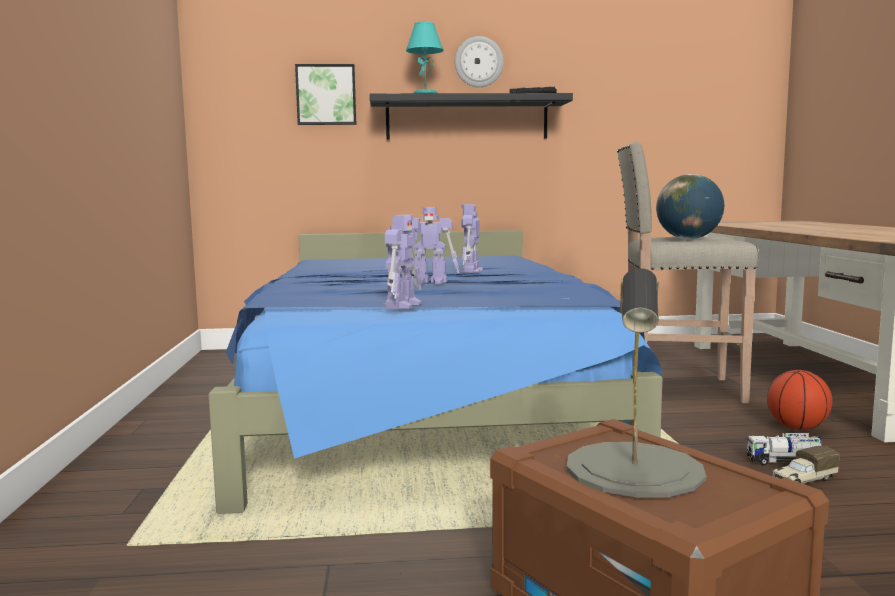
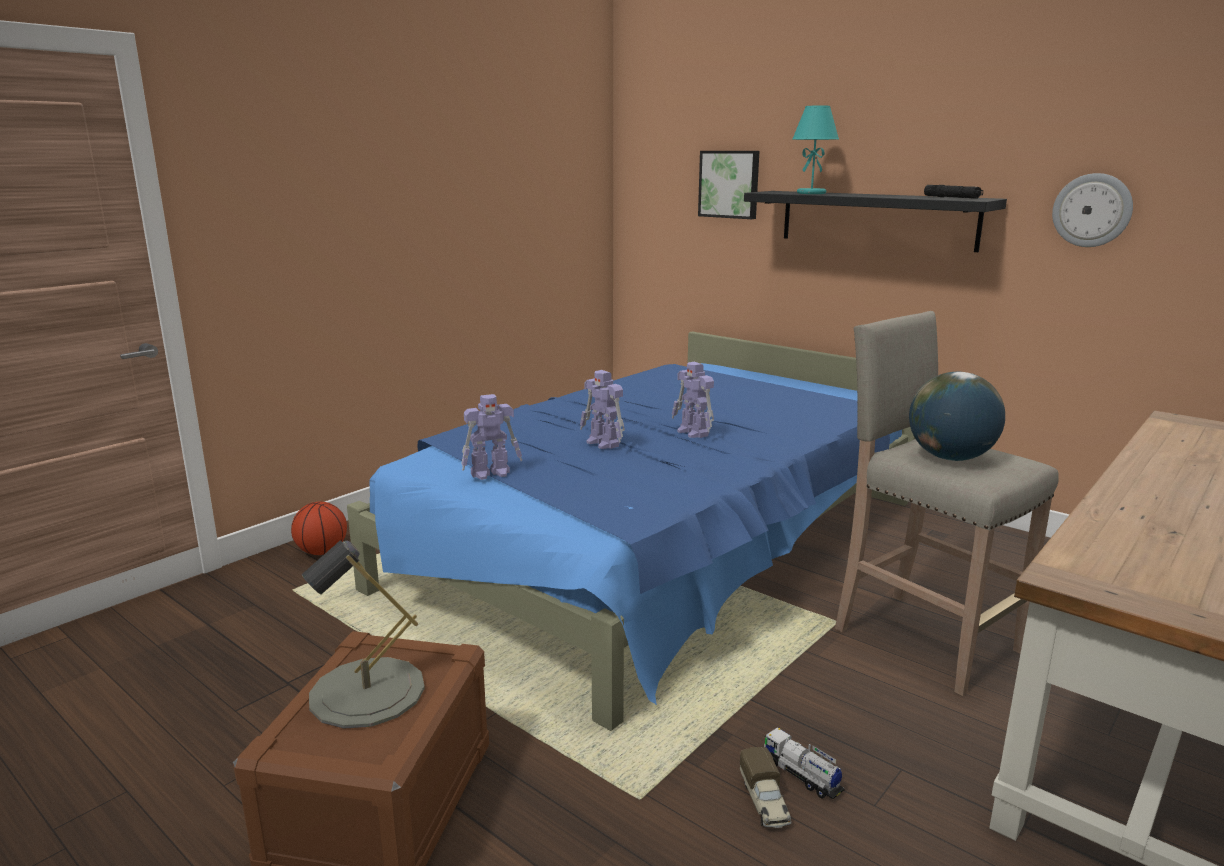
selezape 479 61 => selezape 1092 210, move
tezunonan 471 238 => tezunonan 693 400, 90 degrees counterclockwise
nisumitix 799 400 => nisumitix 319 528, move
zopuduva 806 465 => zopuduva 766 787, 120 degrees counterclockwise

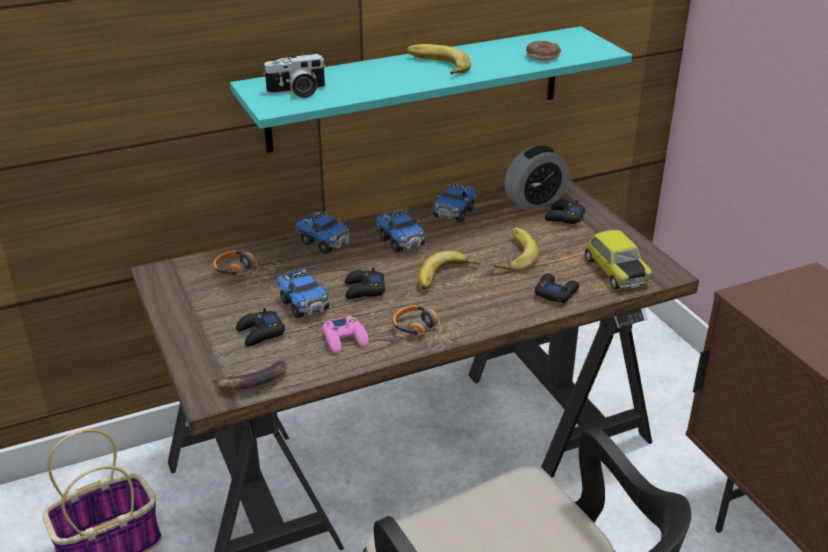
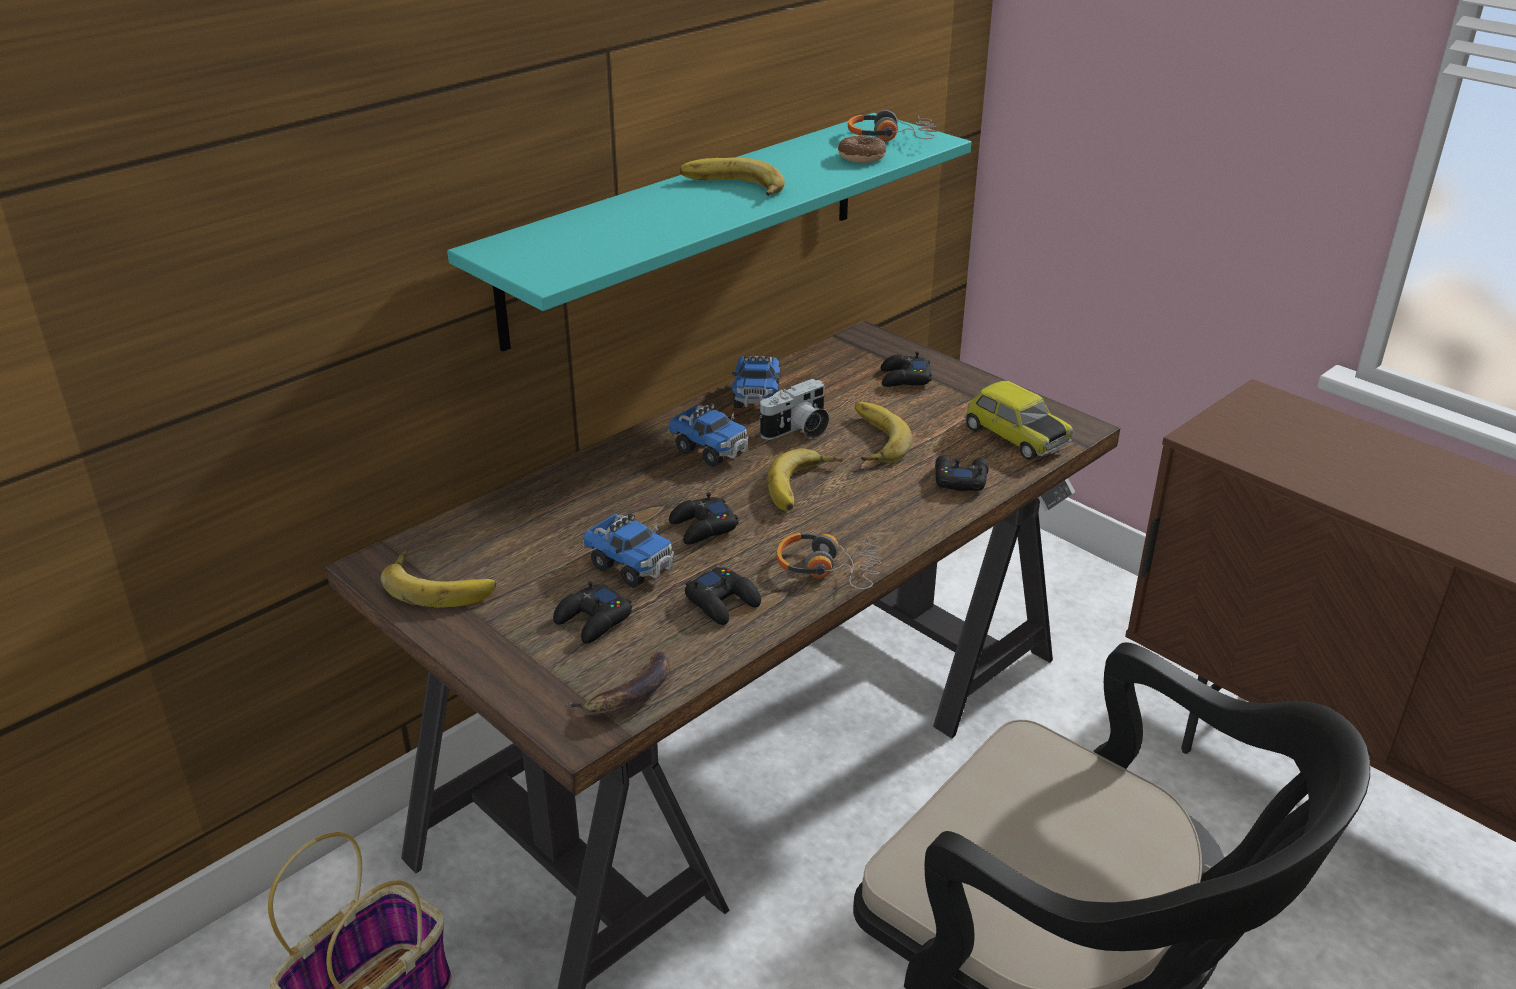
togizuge 246 268 => togizuge 892 125, move
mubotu 294 76 => mubotu 794 409, move
zopuduva 323 232 => nothing
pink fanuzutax 346 335 => black fanuzutax 723 596
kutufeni 536 178 => nothing
nothing => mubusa 438 579

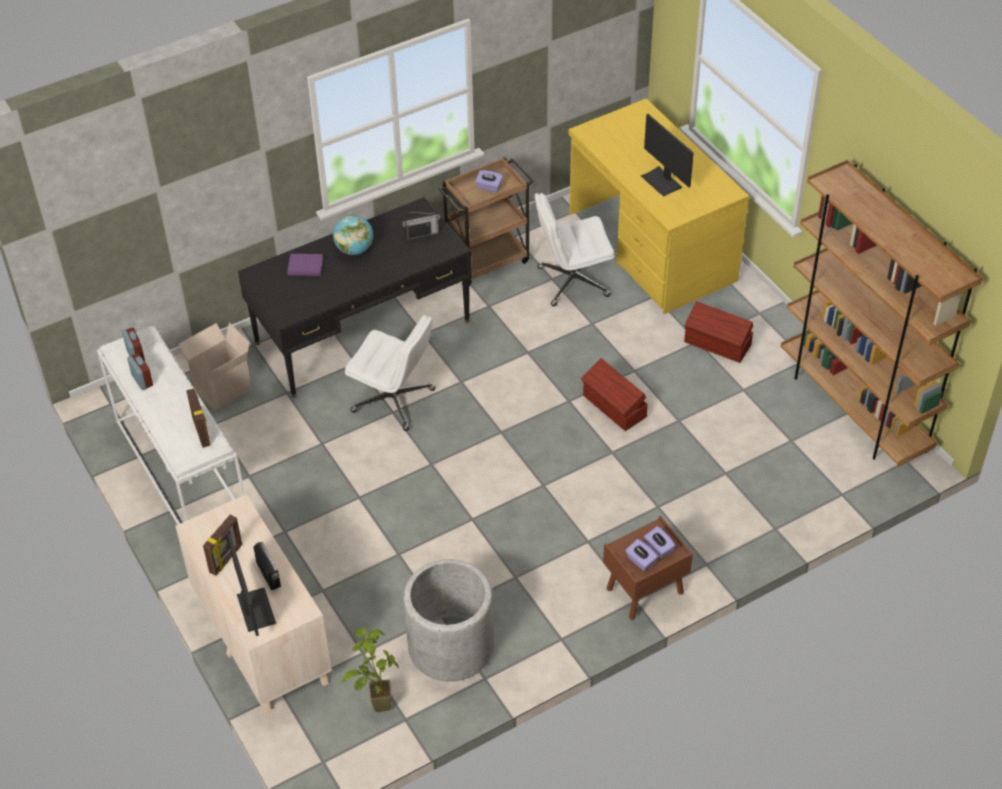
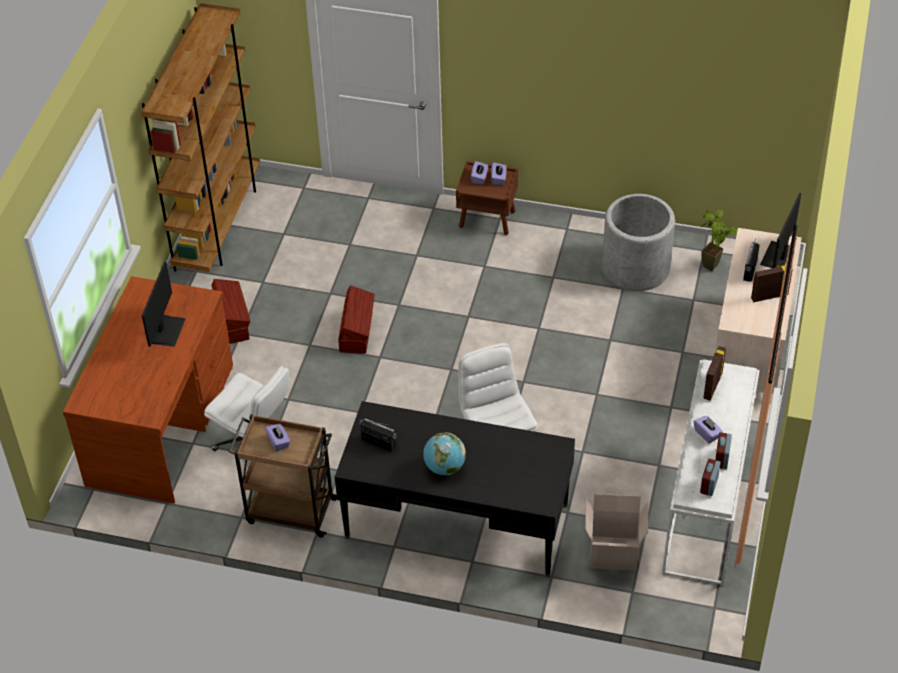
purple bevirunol 305 265 => nothing
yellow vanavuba 658 206 => brown vanavuba 148 390
nothing => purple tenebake 708 430

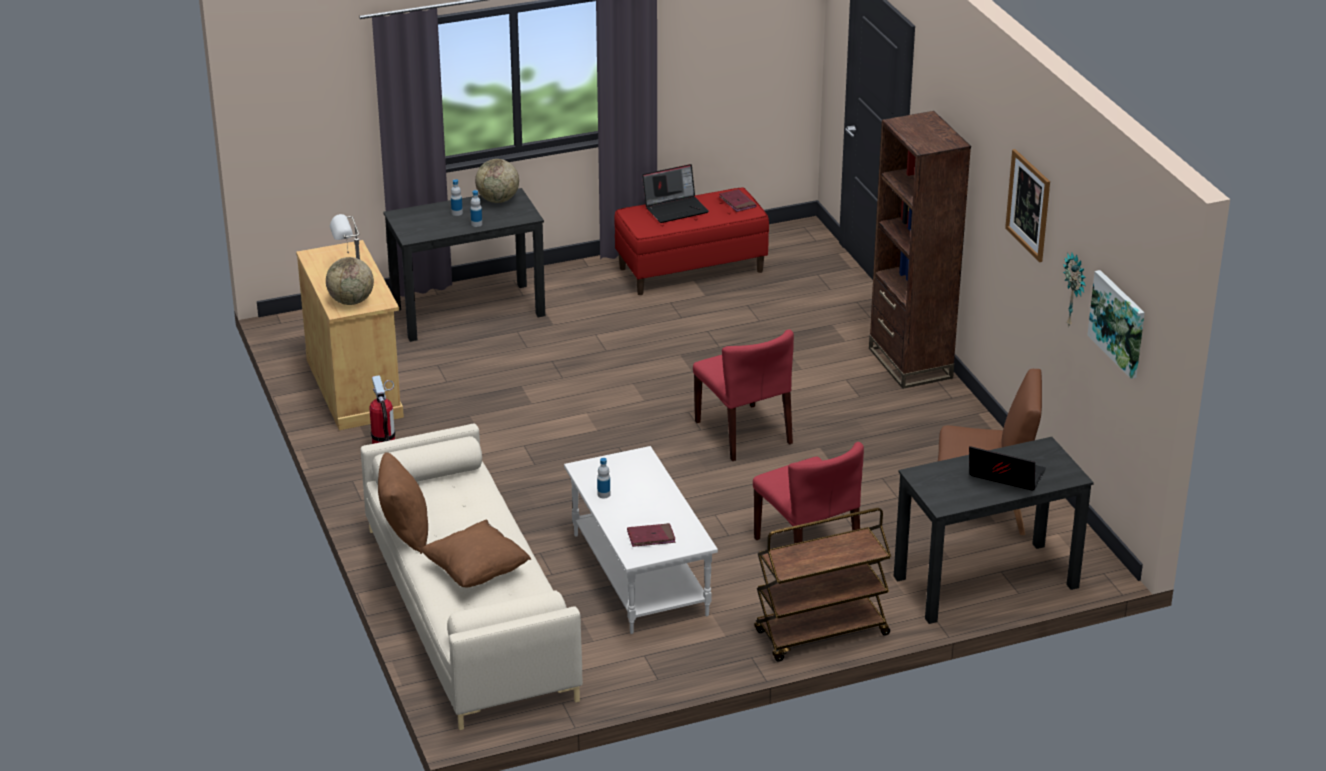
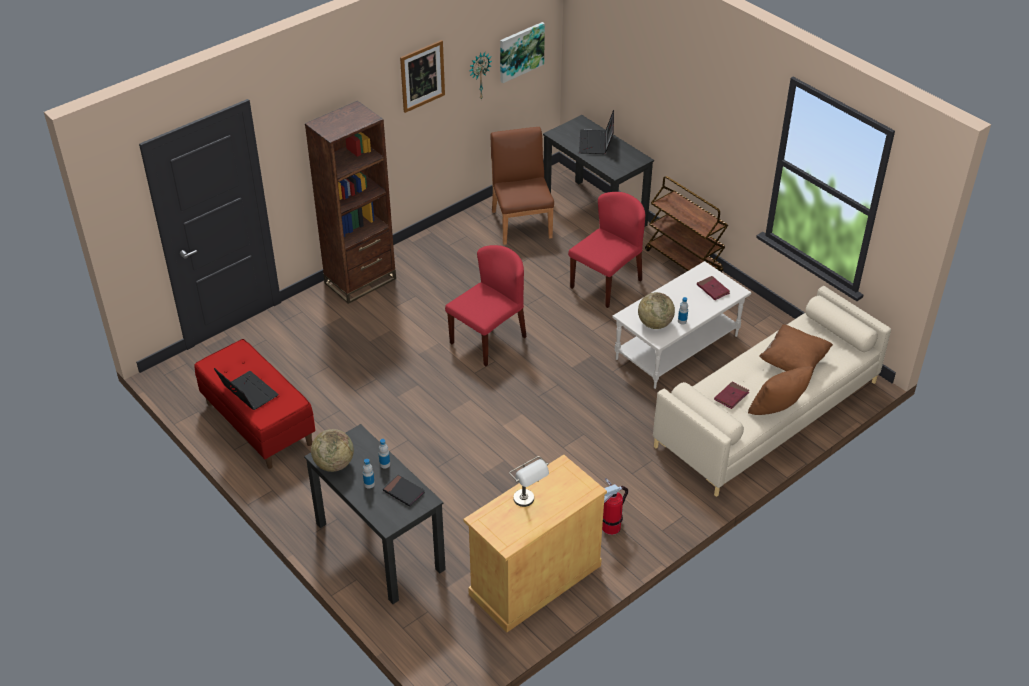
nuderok 350 281 => nuderok 656 310, move
red bevirunol 738 200 => red bevirunol 731 395, move
nothing => black bevirunol 404 491

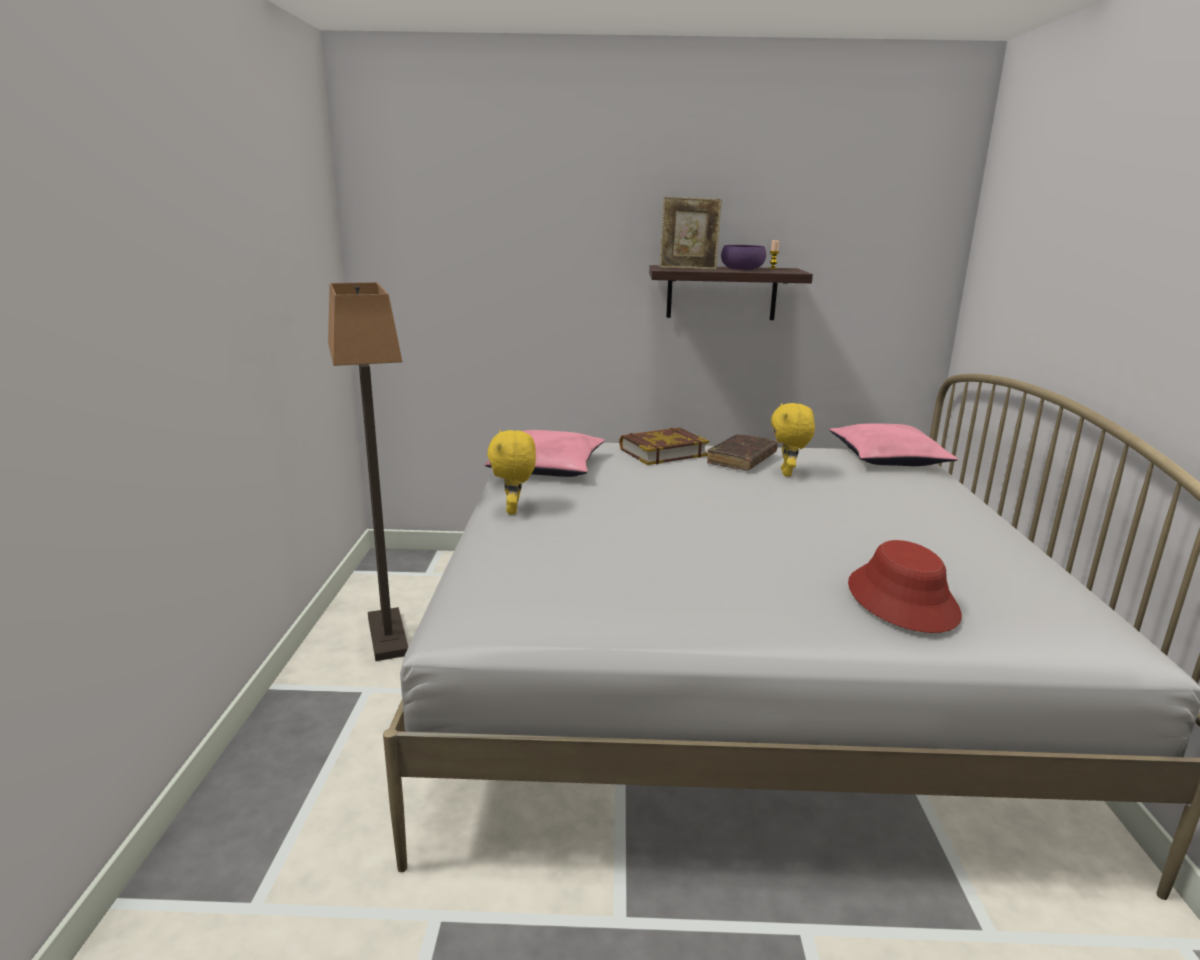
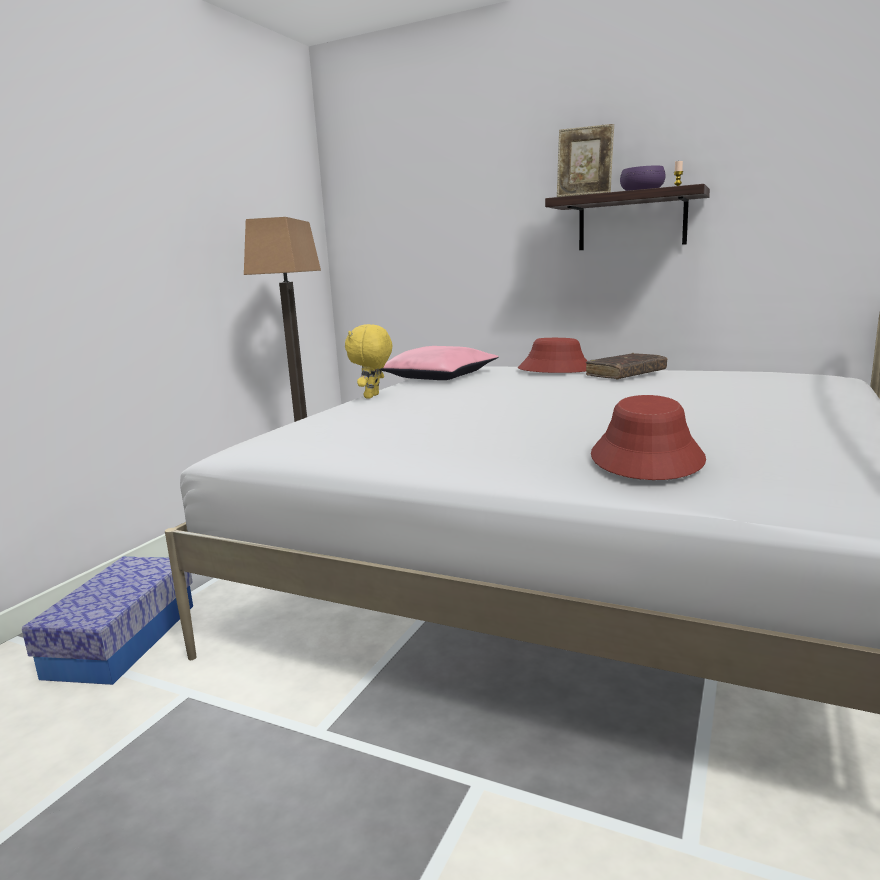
bevirunol 664 446 => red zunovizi 552 355
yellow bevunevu 793 440 => nothing
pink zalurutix 894 444 => nothing
nothing => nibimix 107 621

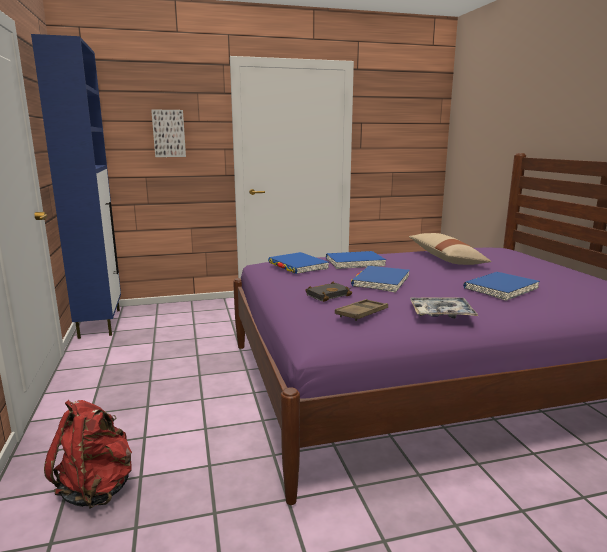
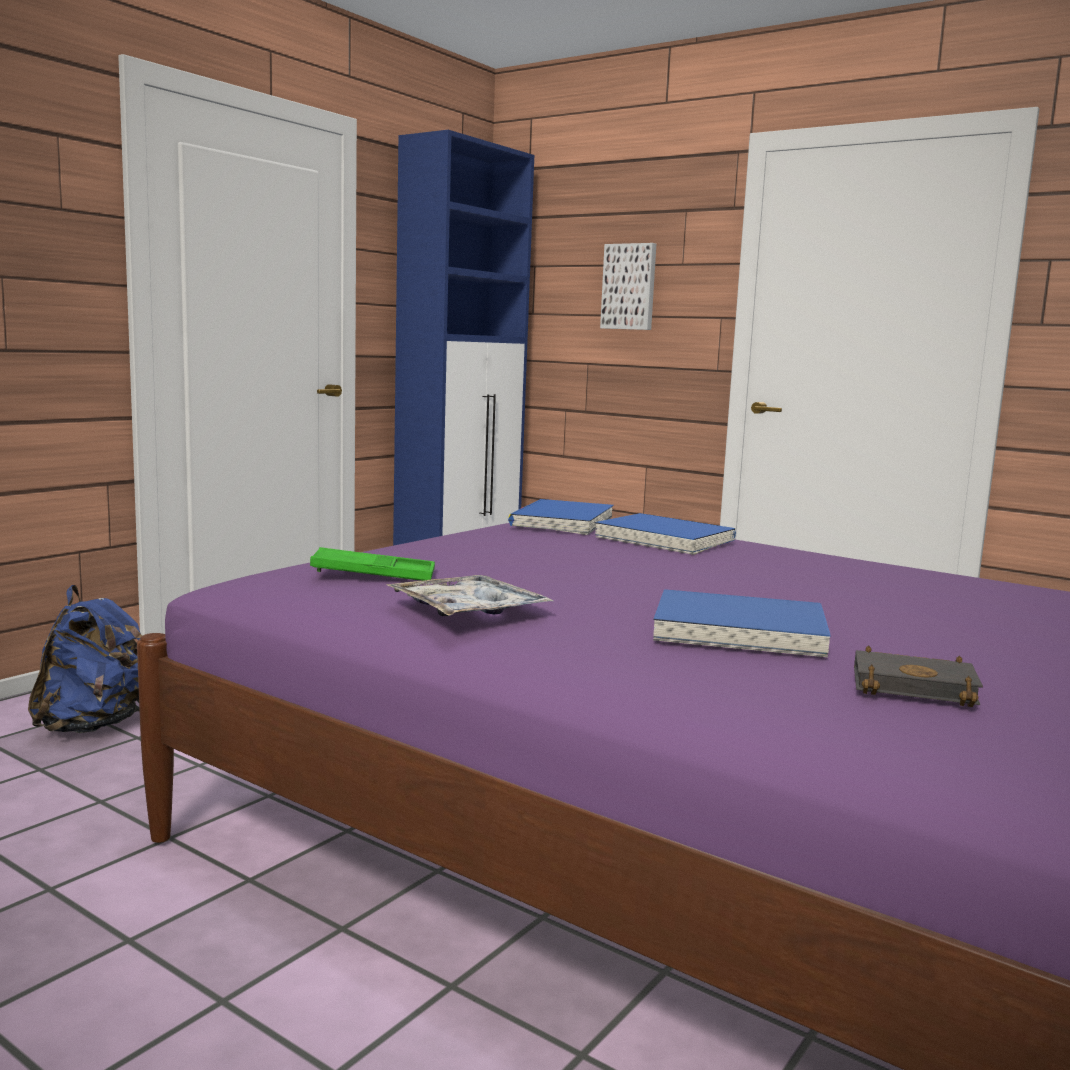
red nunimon 88 454 => blue nunimon 85 659
black bevirunol 328 291 => black bevirunol 918 676, move
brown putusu 361 310 => green putusu 372 564
blue bevirunol 380 279 => nothing
beige zalurutix 450 249 => nothing

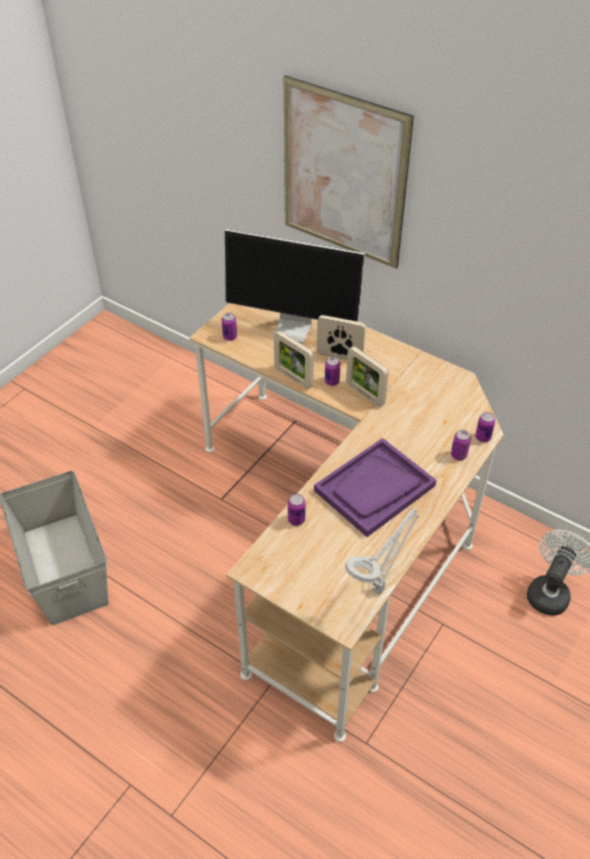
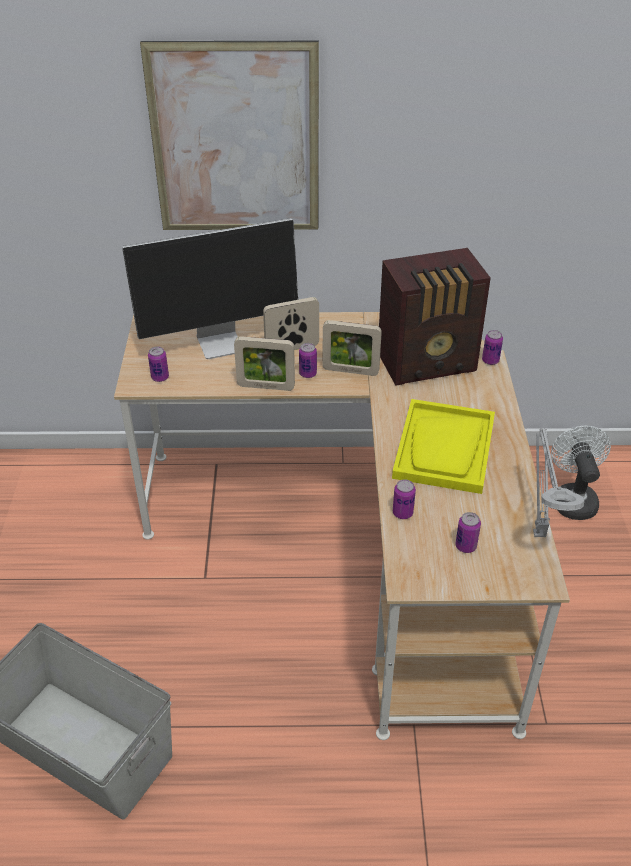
purple putusu 375 487 => yellow putusu 443 446
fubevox 461 445 => fubevox 468 532, move
nothing => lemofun 435 316

